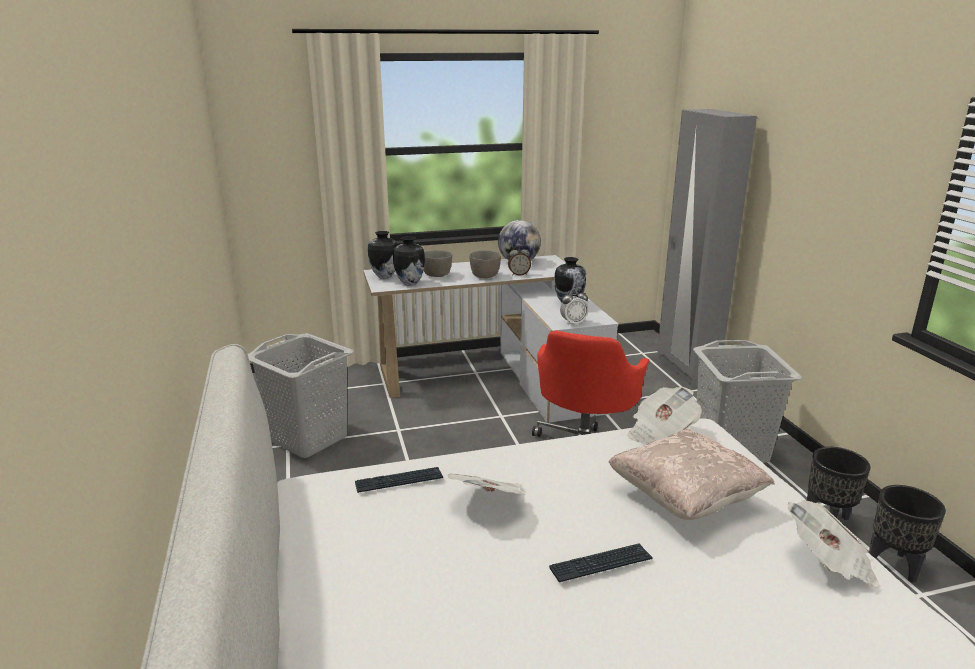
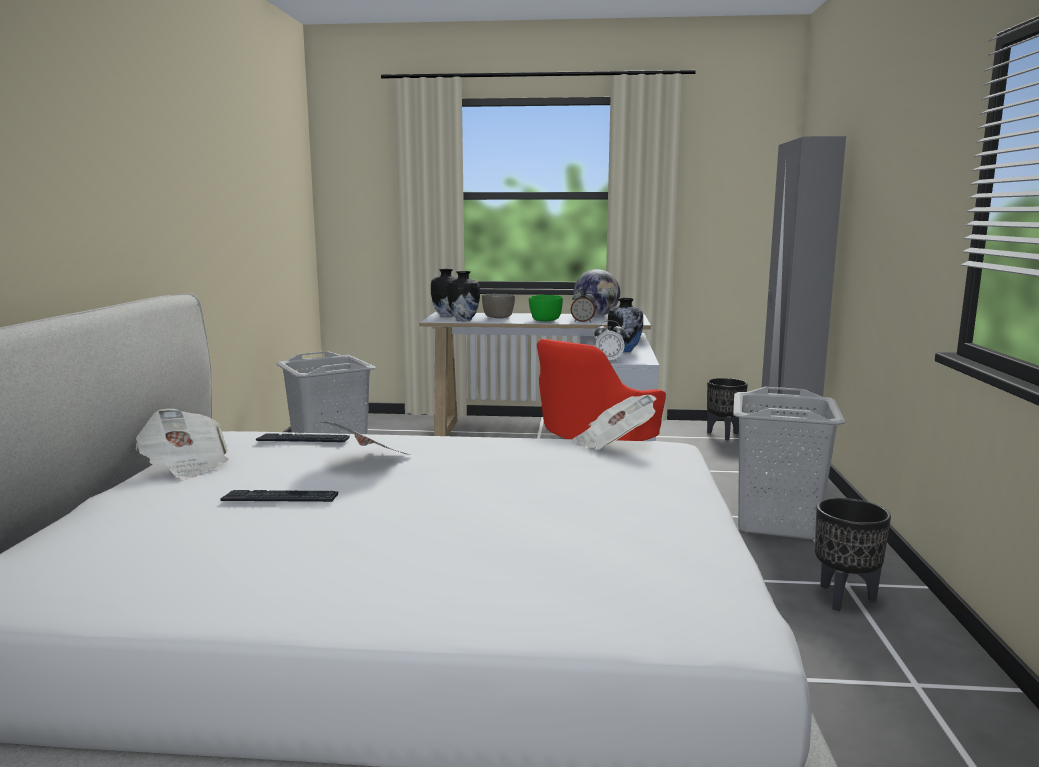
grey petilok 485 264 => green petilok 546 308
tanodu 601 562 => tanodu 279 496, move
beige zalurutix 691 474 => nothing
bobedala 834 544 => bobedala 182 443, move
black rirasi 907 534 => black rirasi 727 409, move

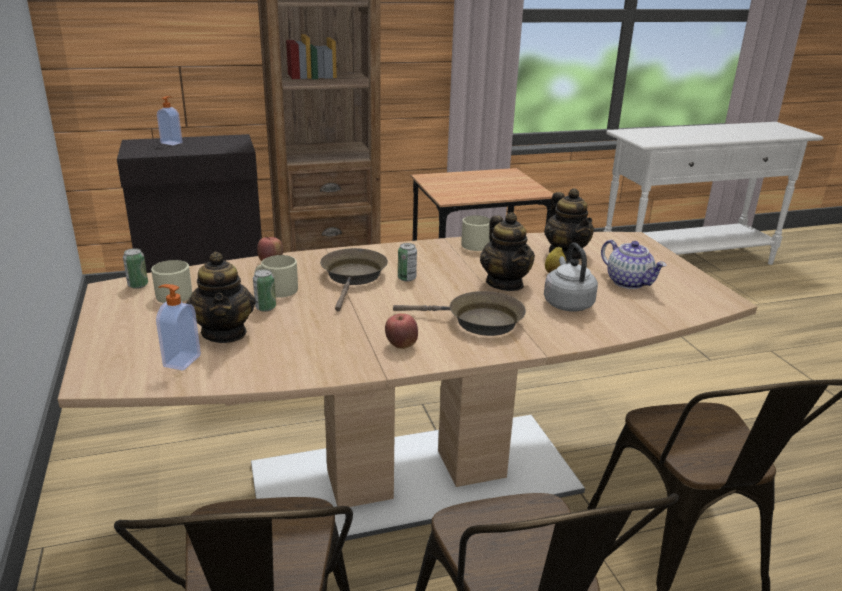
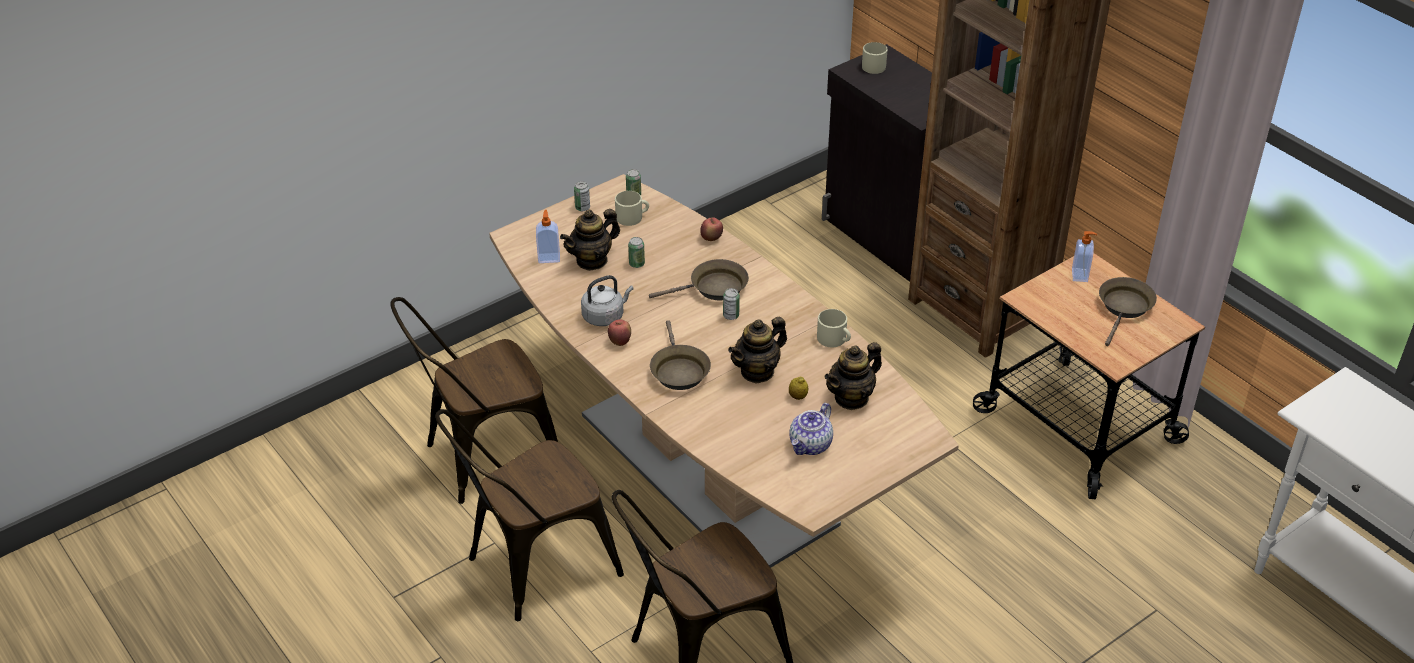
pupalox 169 120 => pupalox 1084 256, move
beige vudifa 276 276 => beige vudifa 875 58, move
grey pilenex 571 277 => grey pilenex 607 300, move
nothing => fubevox 582 196
nothing => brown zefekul 1128 311

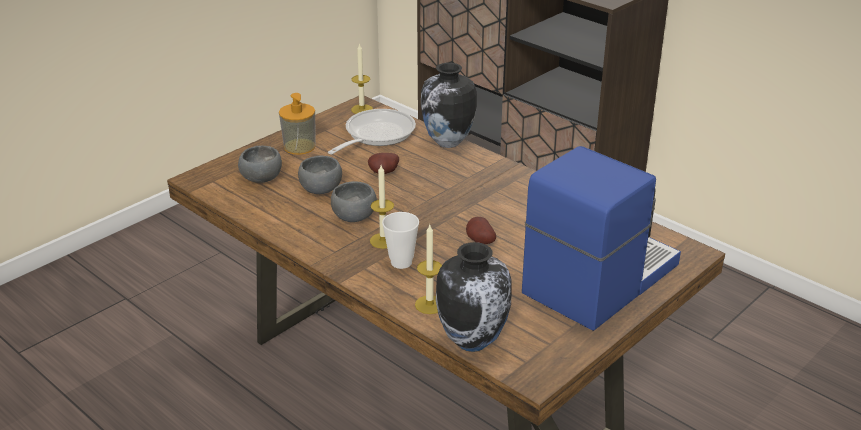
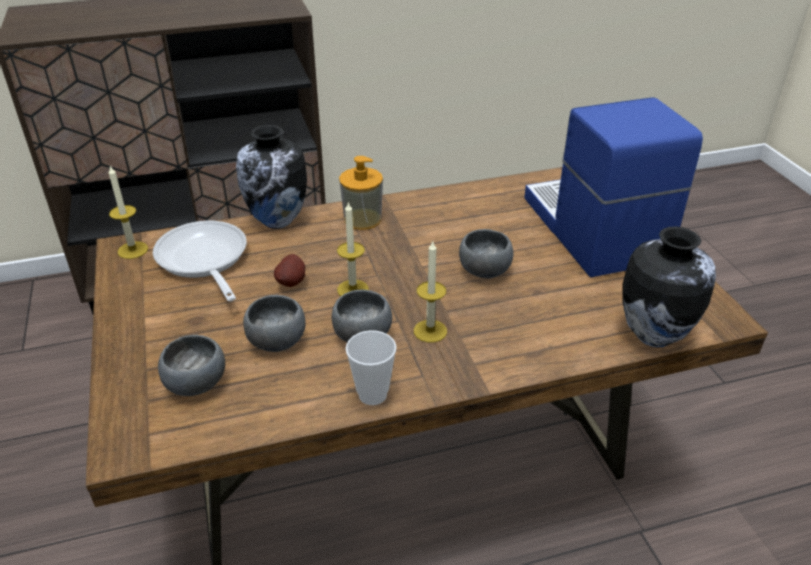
pupalox 297 124 => pupalox 361 193, move
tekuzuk 400 240 => tekuzuk 371 367, move
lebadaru 428 269 => lebadaru 353 249, move
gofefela 481 230 => grey petilok 486 254

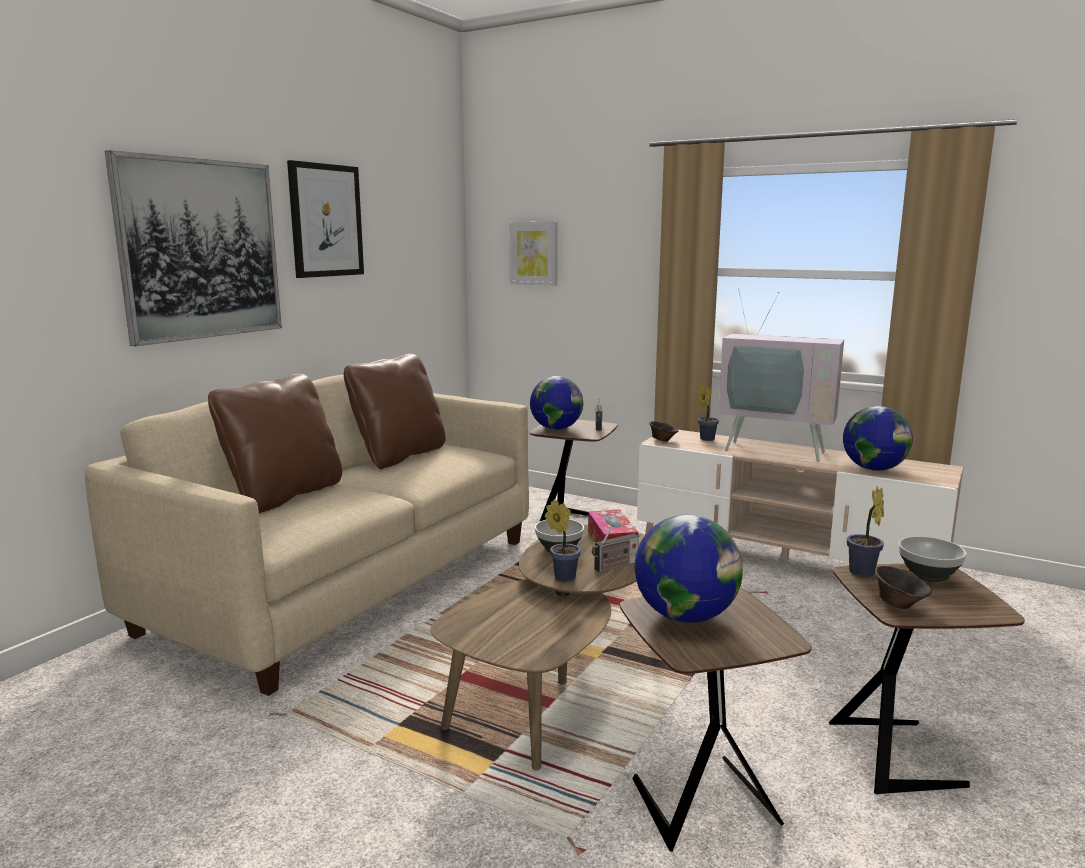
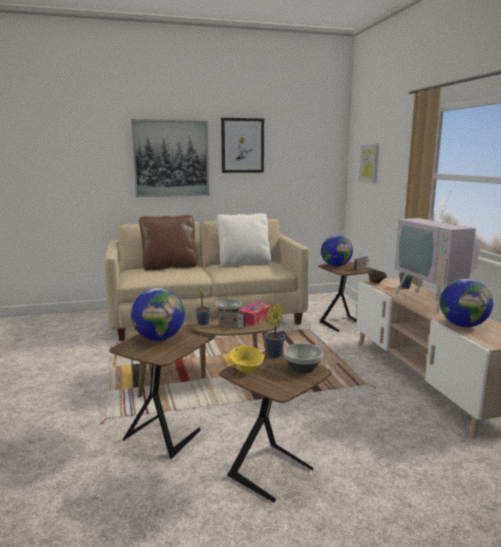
brown zalurutix 395 411 => white zalurutix 243 239
brown petilok 903 587 => yellow petilok 247 359

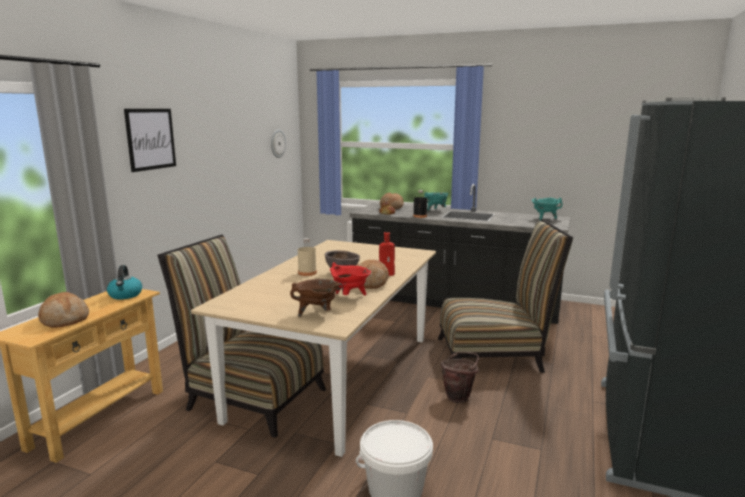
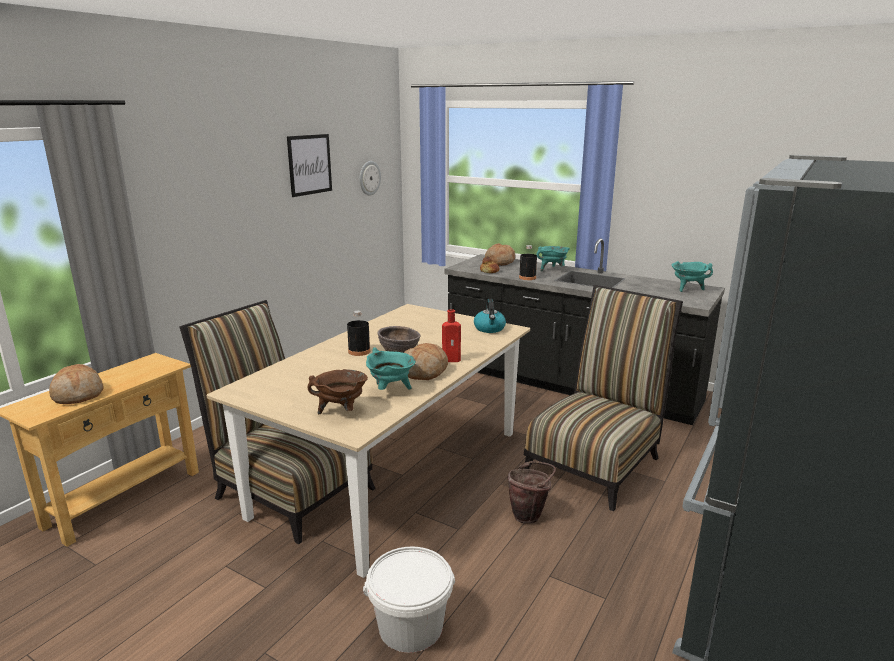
pilenex 124 282 => pilenex 490 316, move
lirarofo 150 140 => lirarofo 309 165, move
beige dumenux 307 257 => black dumenux 358 333
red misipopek 350 278 => turquoise misipopek 391 368
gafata 505 296 => gafata 603 398, 60 degrees counterclockwise

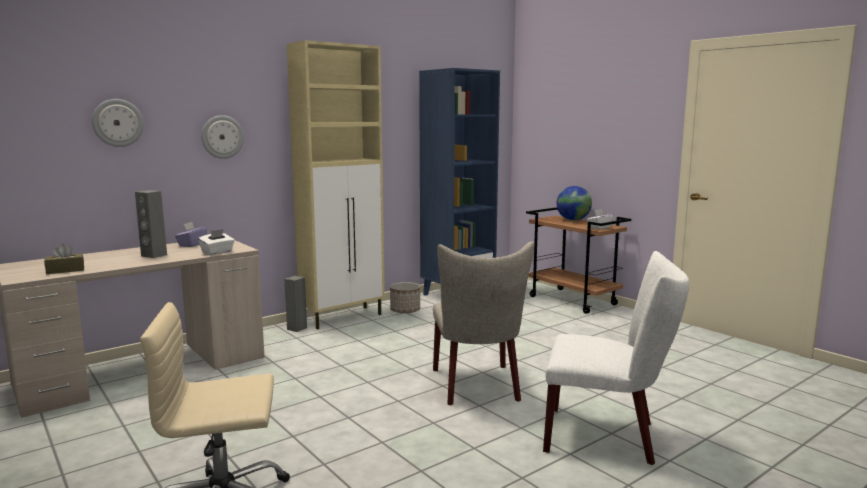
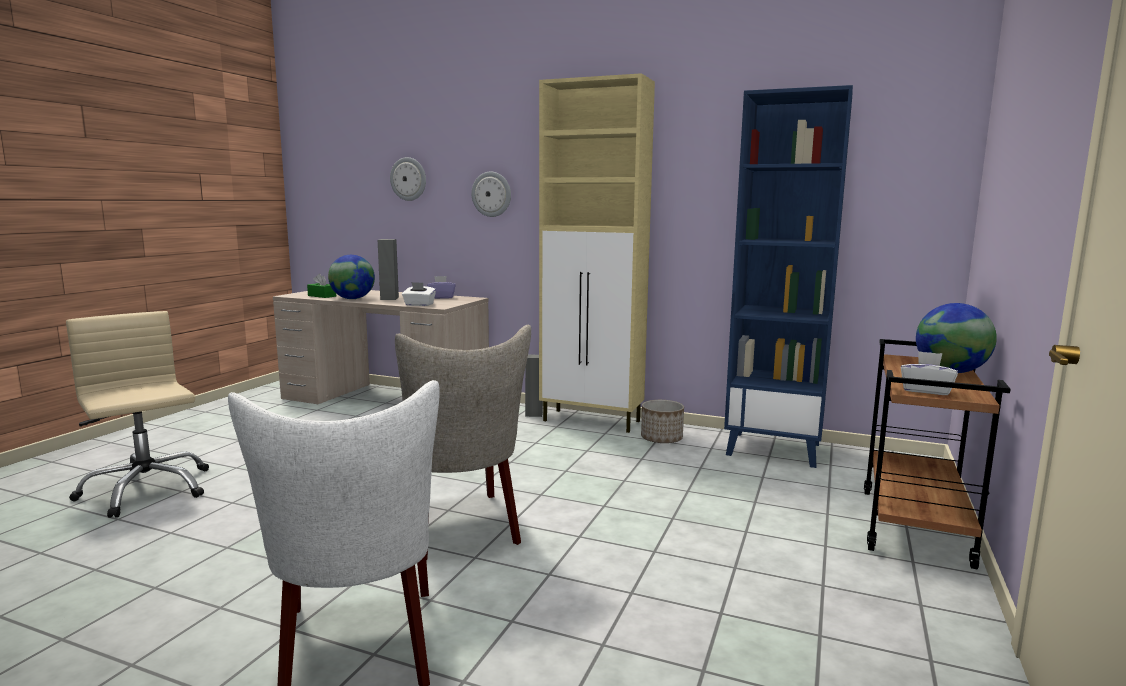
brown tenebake 64 258 => green tenebake 321 286
beige gafata 484 323 => beige gafata 463 442, 75 degrees counterclockwise
nothing => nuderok 351 277

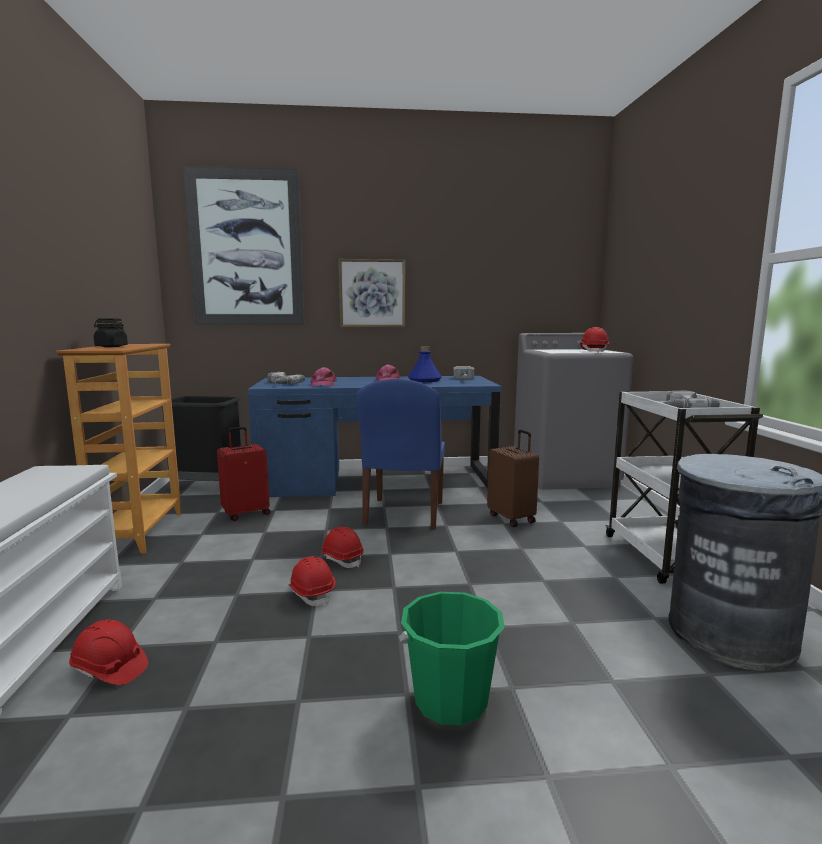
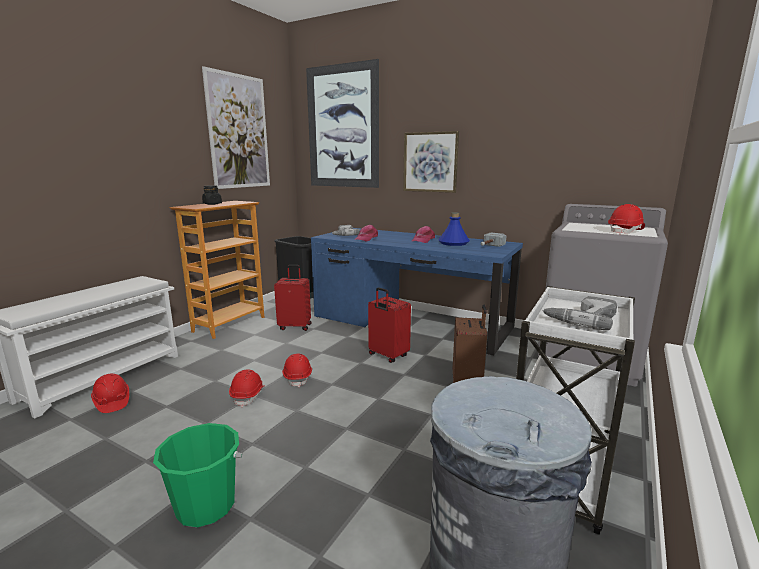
blue gafata 401 454 => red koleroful 389 325
nothing => lirarofo 236 127

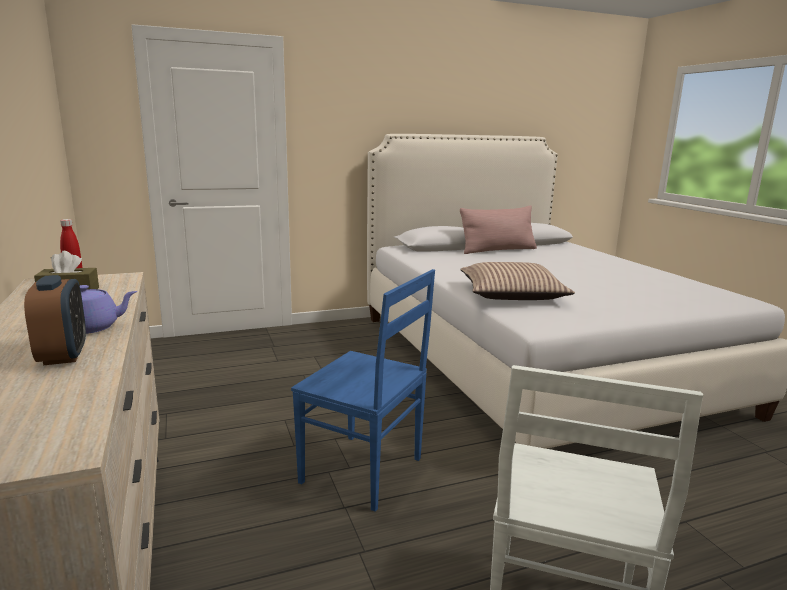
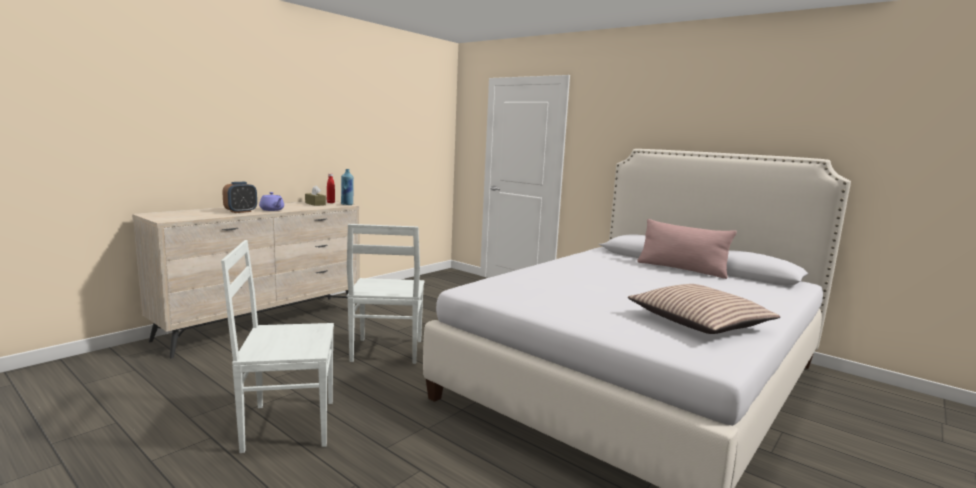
blue gafata 363 390 => white gafata 385 294
zalurutix 517 281 => zalurutix 704 309, move
nothing => blue dumenux 347 187

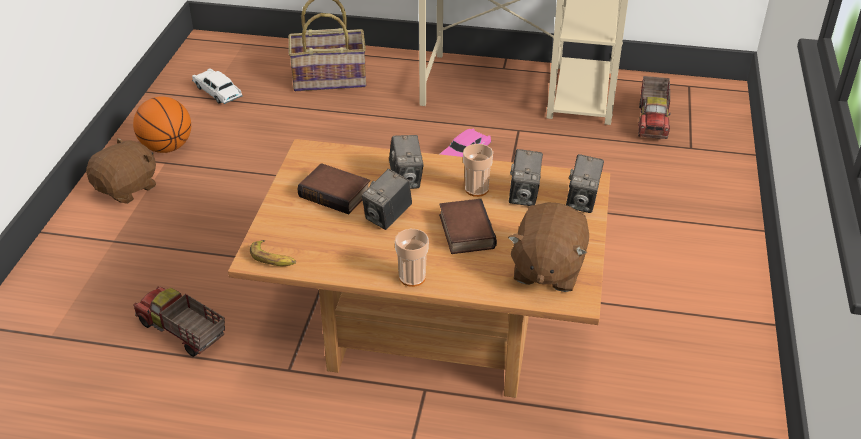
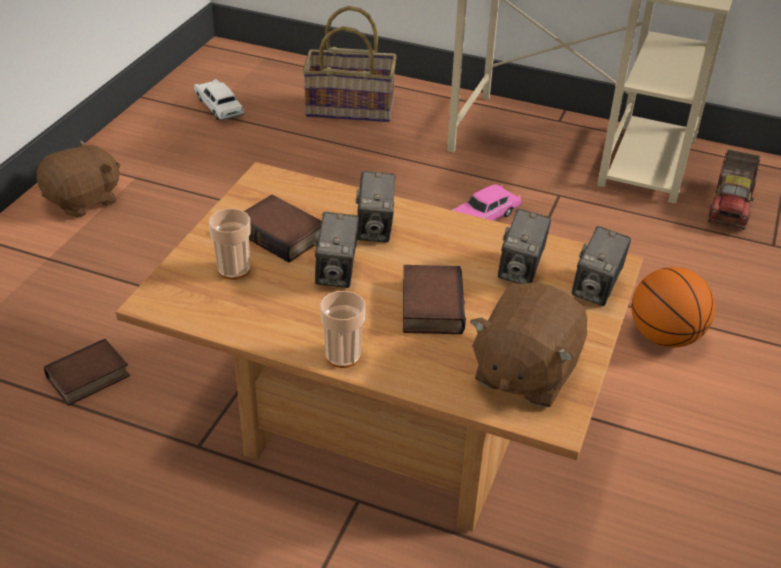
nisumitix 162 124 => nisumitix 673 307, move
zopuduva 179 322 => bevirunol 87 372
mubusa 273 253 => nothing
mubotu 387 199 => mubotu 336 250, 45 degrees counterclockwise
tekuzuk 478 170 => tekuzuk 230 244, move

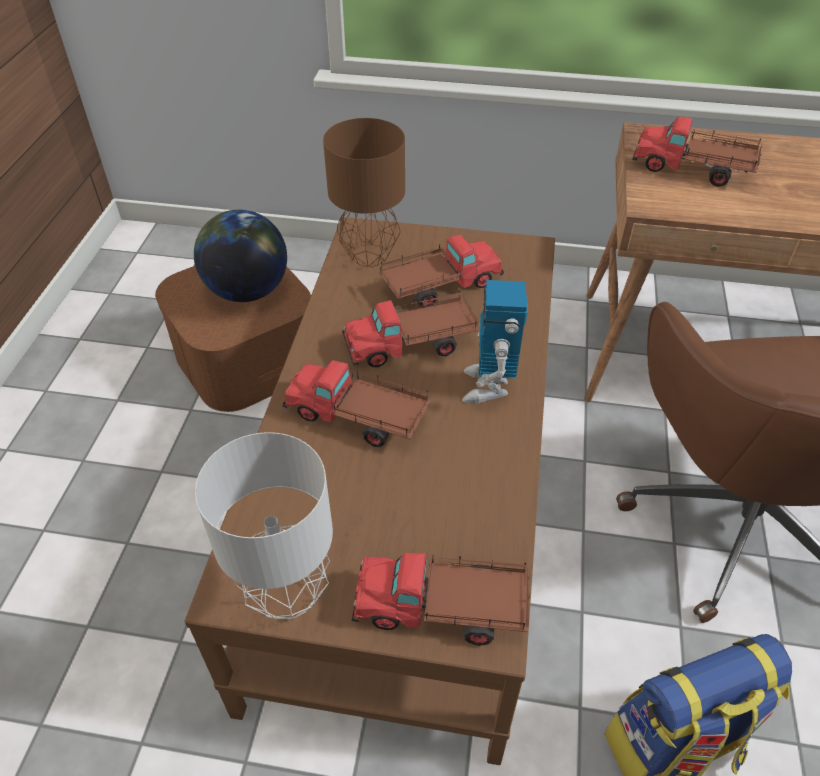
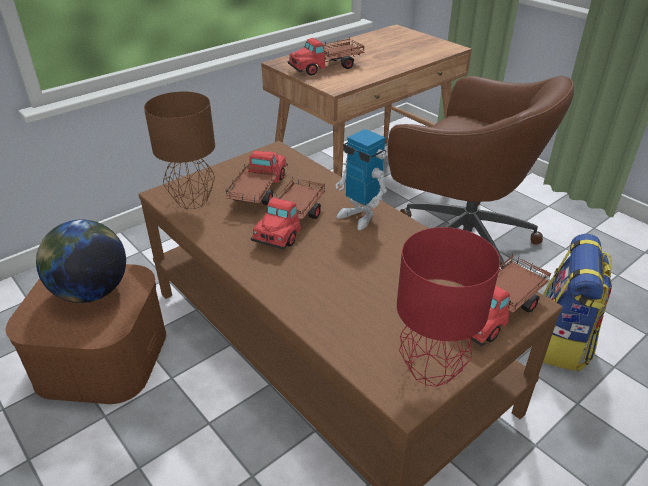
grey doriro 264 525 => red doriro 448 307
zopuduva 356 403 => nothing

